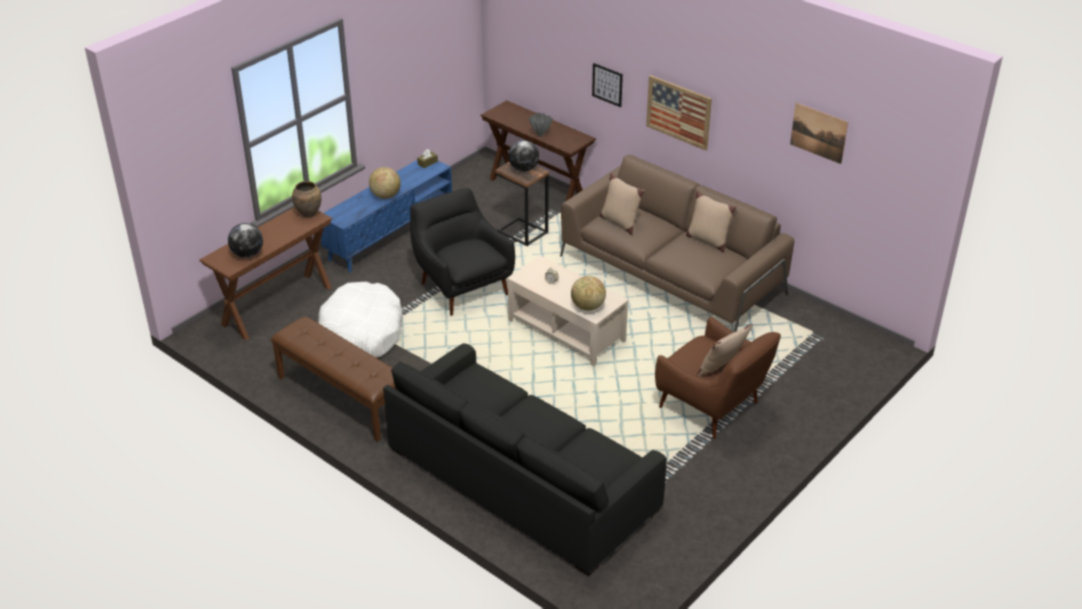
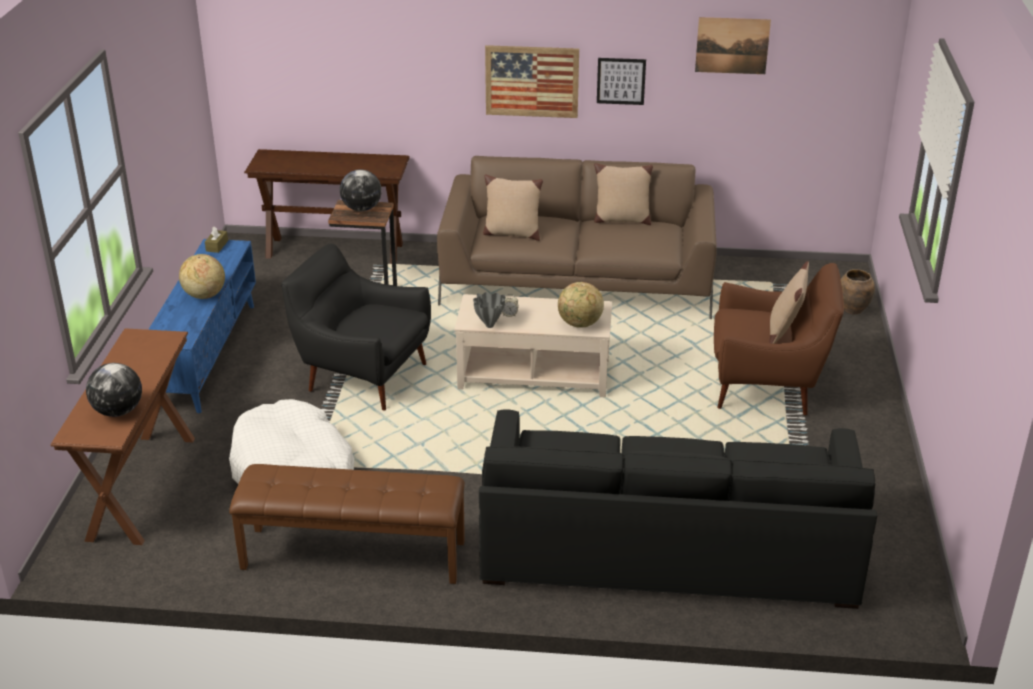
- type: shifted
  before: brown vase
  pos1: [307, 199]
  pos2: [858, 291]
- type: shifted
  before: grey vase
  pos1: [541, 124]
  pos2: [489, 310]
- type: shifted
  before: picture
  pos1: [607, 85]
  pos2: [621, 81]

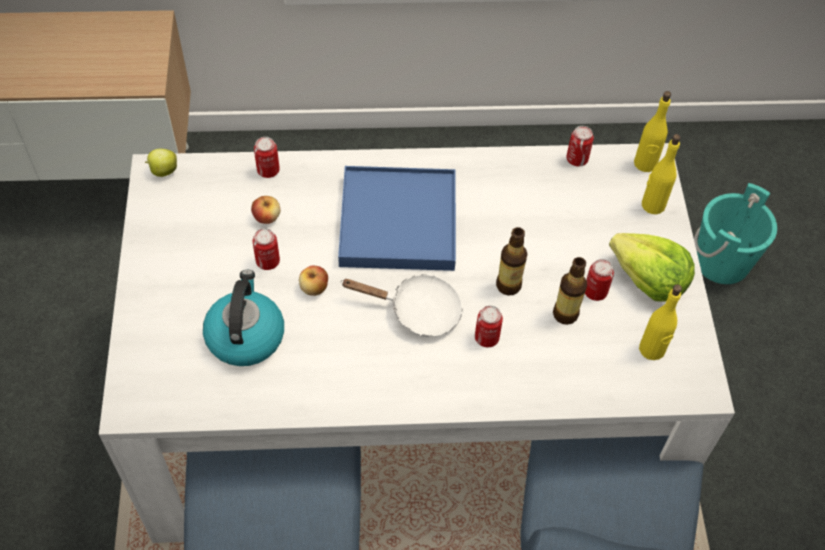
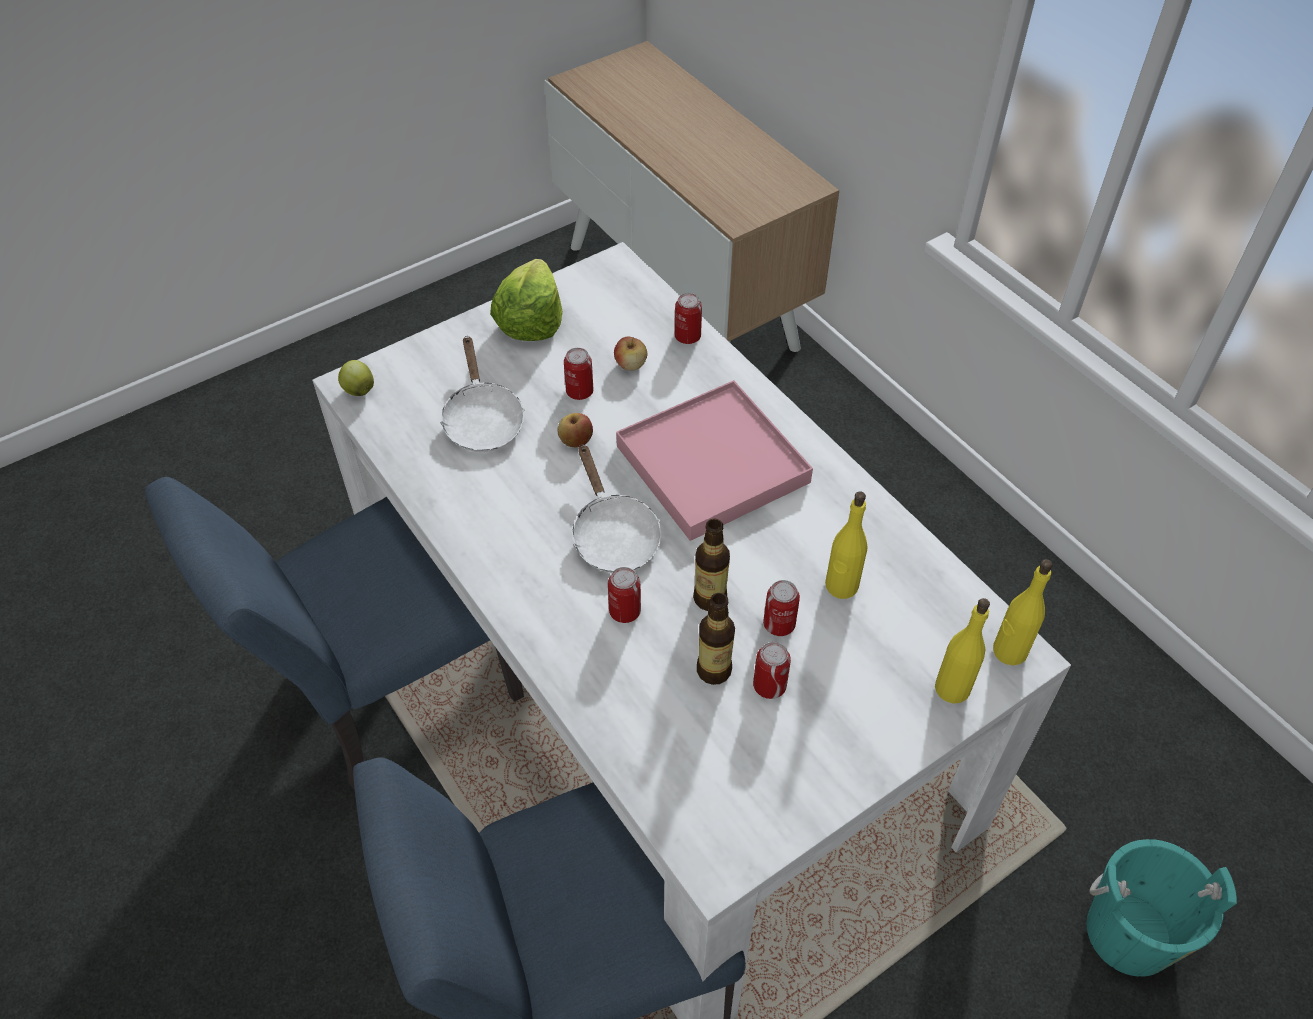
- type: shifted
  before: apple
  pos1: [161, 163]
  pos2: [356, 378]
- type: swapped
  before: kettle
  after: white frying pan
  pos1: [243, 318]
  pos2: [482, 394]
- type: repainted
  before: blue tray
  after: pink tray
  pos1: [397, 218]
  pos2: [714, 460]
- type: shifted
  before: can
  pos1: [580, 146]
  pos2: [781, 608]
- type: shifted
  before: lettuce
  pos1: [652, 267]
  pos2: [526, 300]
- type: shifted
  before: yellow bottle
  pos1: [660, 322]
  pos2: [846, 545]

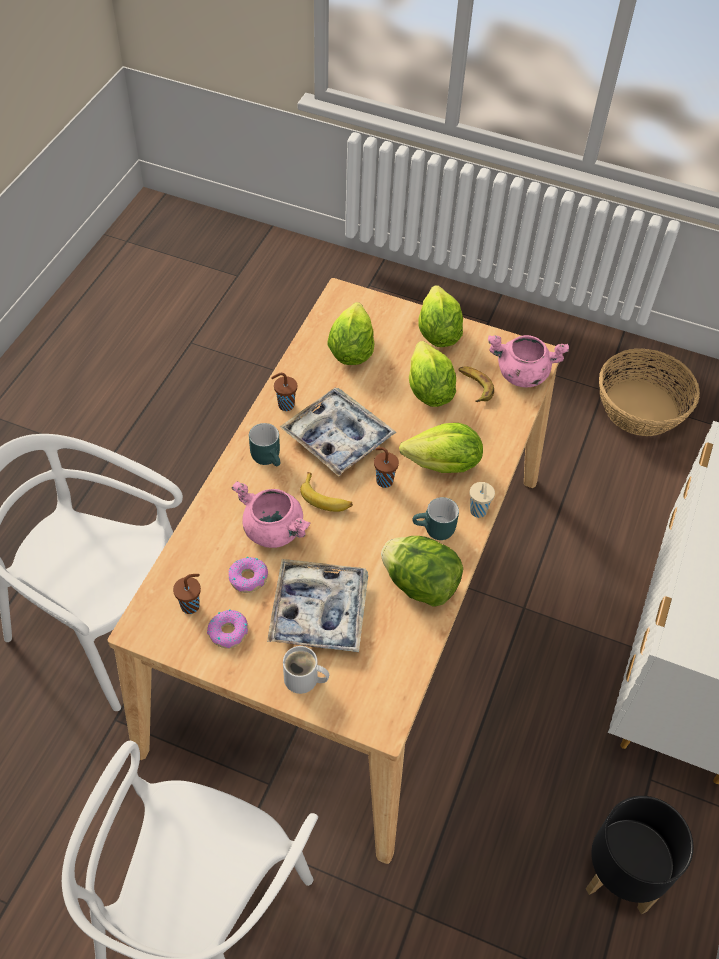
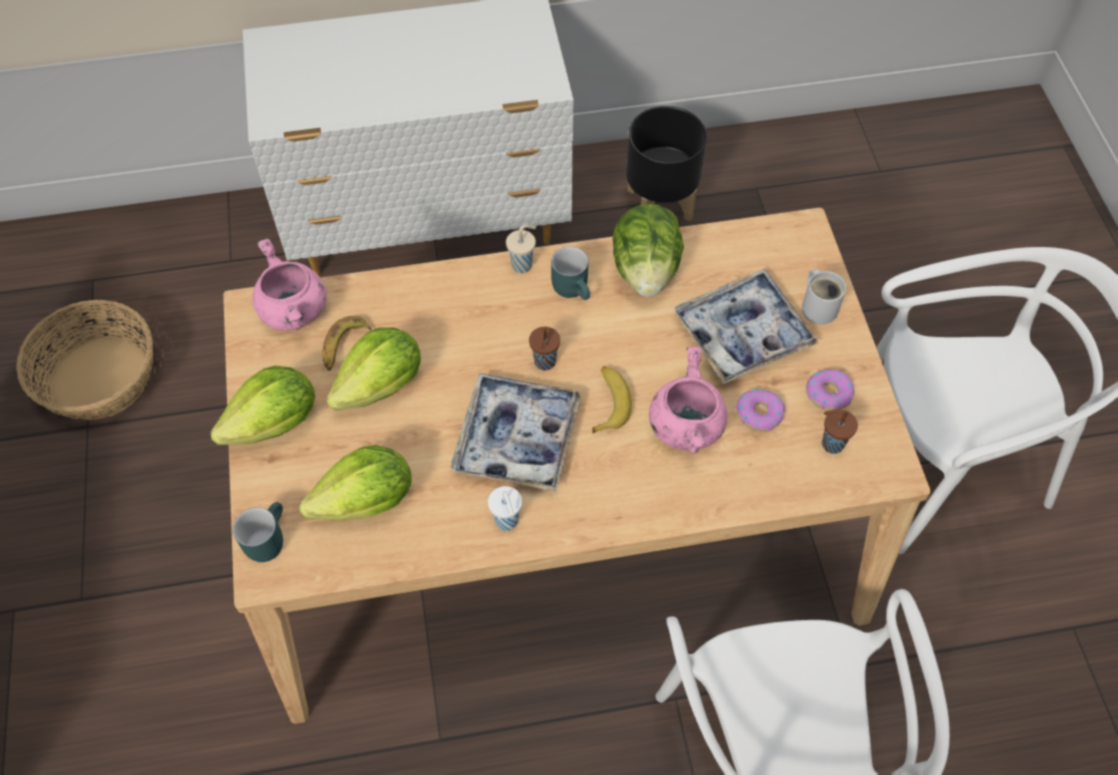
- type: shifted
  before: turquoise mug
  pos1: [264, 444]
  pos2: [258, 532]
- type: repainted
  before: brown cup
  after: white cup
  pos1: [284, 392]
  pos2: [505, 508]
- type: gone
  before: lettuce
  pos1: [441, 448]

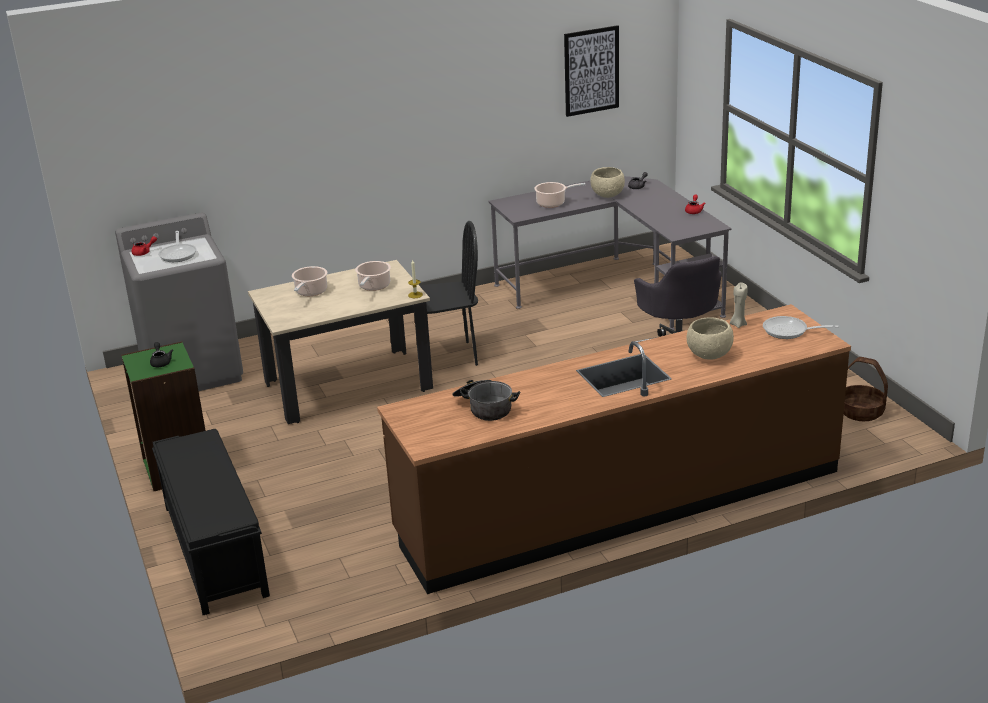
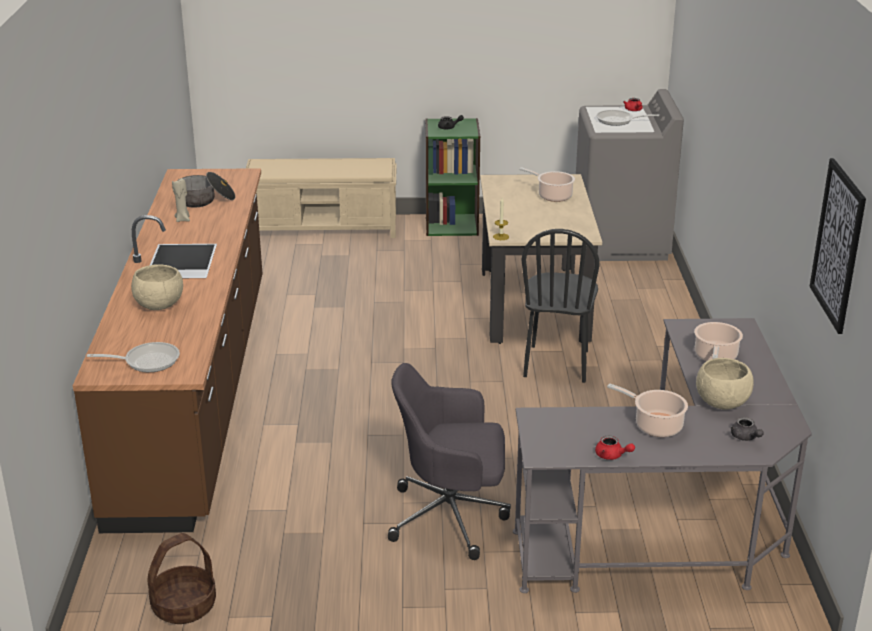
- type: repainted
  before: black bench
  after: beige bench
  pos1: [211, 522]
  pos2: [321, 198]
- type: shifted
  before: cooking pot
  pos1: [373, 276]
  pos2: [647, 410]
- type: shifted
  before: beige candle
  pos1: [739, 305]
  pos2: [181, 200]
- type: rotated
  before: frying pan
  pos1: [800, 327]
  pos2: [133, 357]
  turn: 45

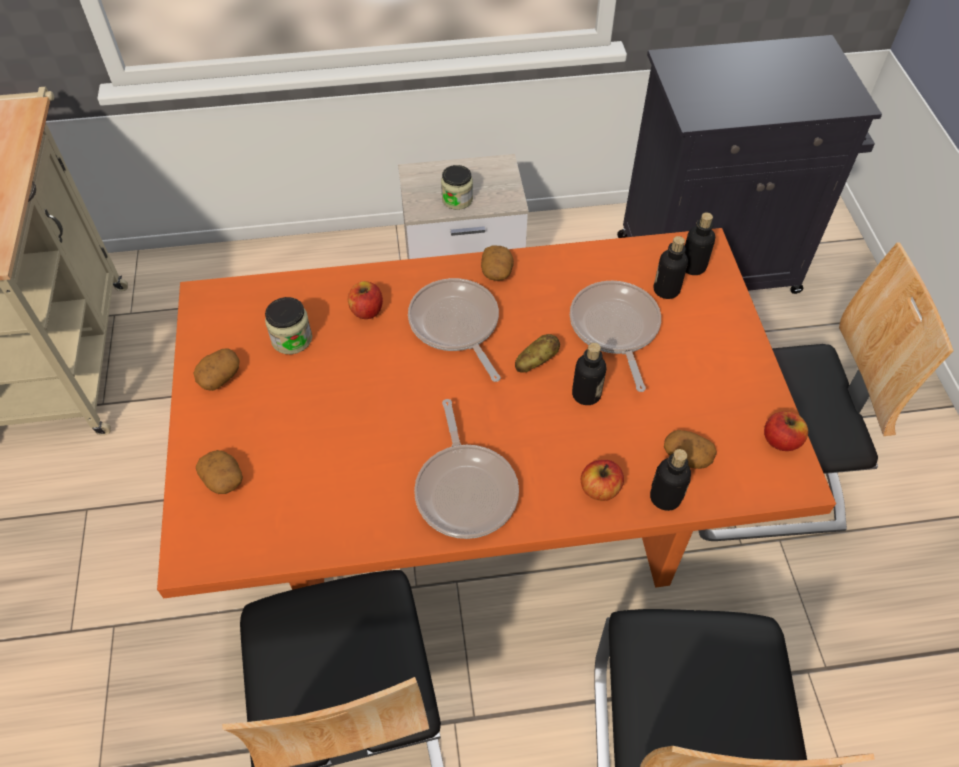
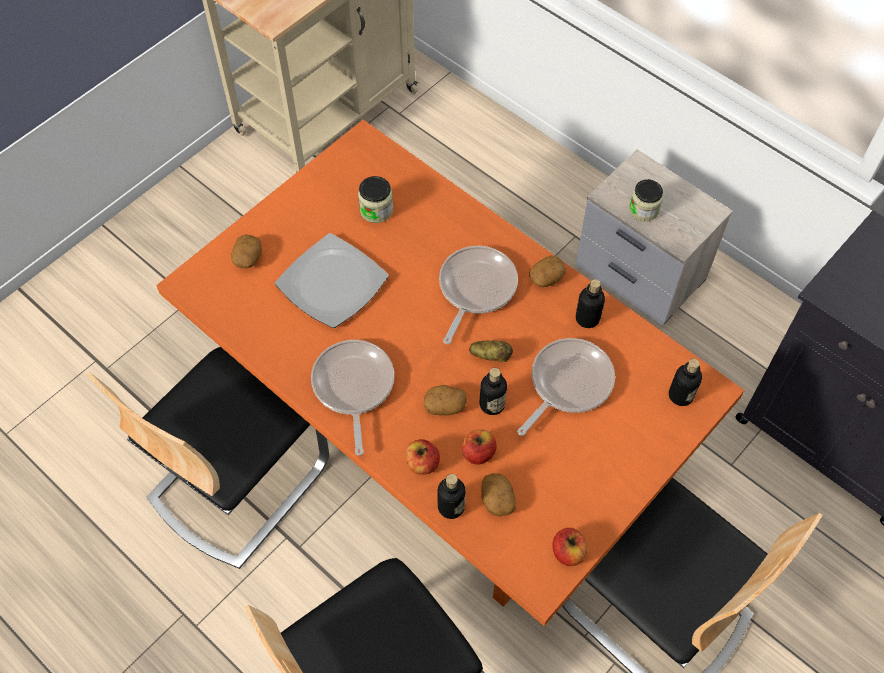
- type: shifted
  before: potato
  pos1: [217, 369]
  pos2: [445, 400]
- type: shifted
  before: apple
  pos1: [365, 300]
  pos2: [479, 447]
- type: rotated
  before: frying pan
  pos1: [466, 469]
  pos2: [352, 398]
  turn: 135
- type: shifted
  before: bottle
  pos1: [670, 267]
  pos2: [590, 303]
- type: new
  after: plate
  pos2: [332, 280]

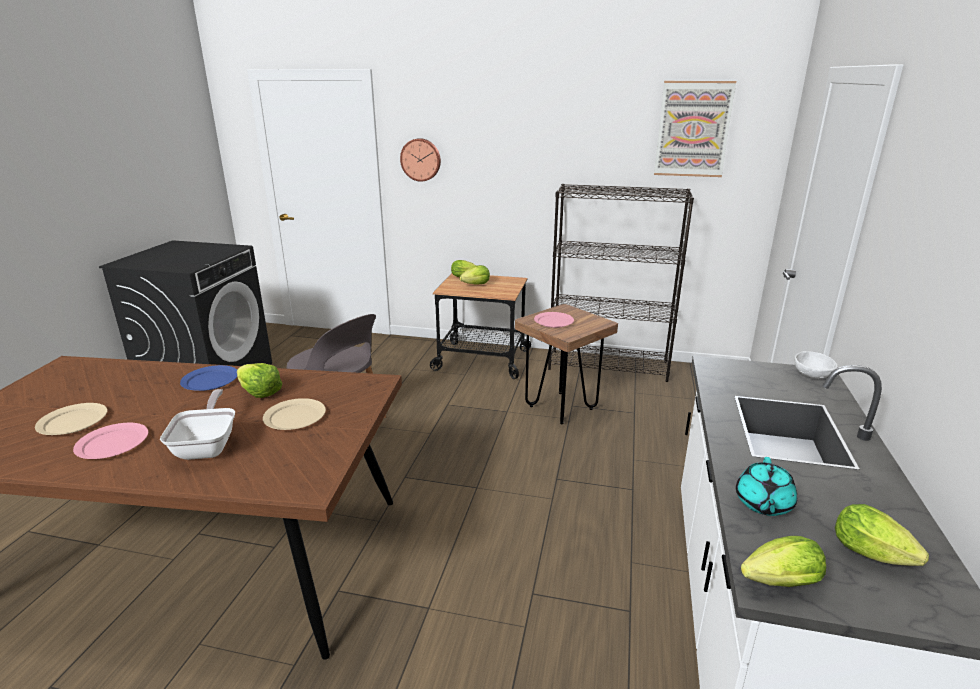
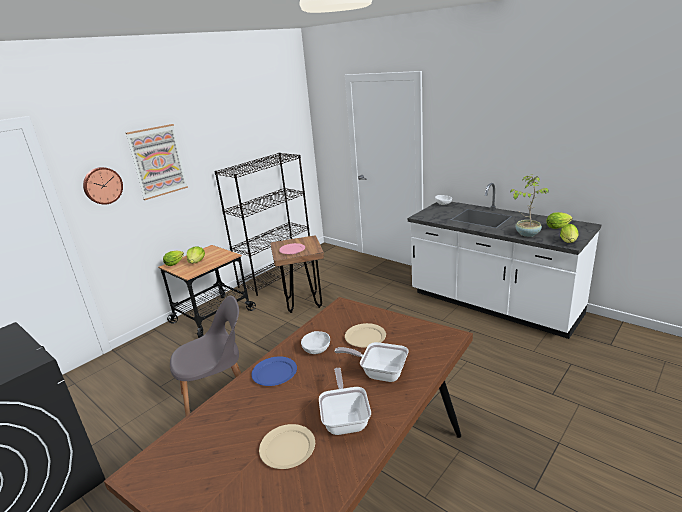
- type: swapped
  before: pink plate
  after: frying pan
  pos1: [110, 441]
  pos2: [345, 401]
- type: swapped
  before: lettuce
  after: white bowl
  pos1: [259, 380]
  pos2: [315, 342]
- type: shifted
  before: picture
  pos1: [695, 129]
  pos2: [157, 162]
- type: swapped
  before: turquoise teapot
  after: potted plant
  pos1: [766, 486]
  pos2: [529, 205]

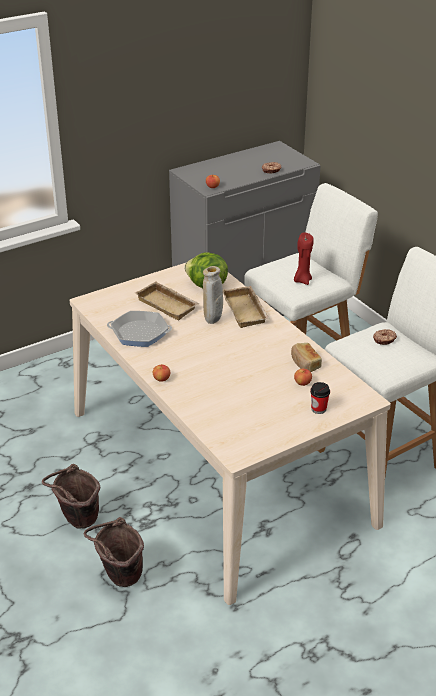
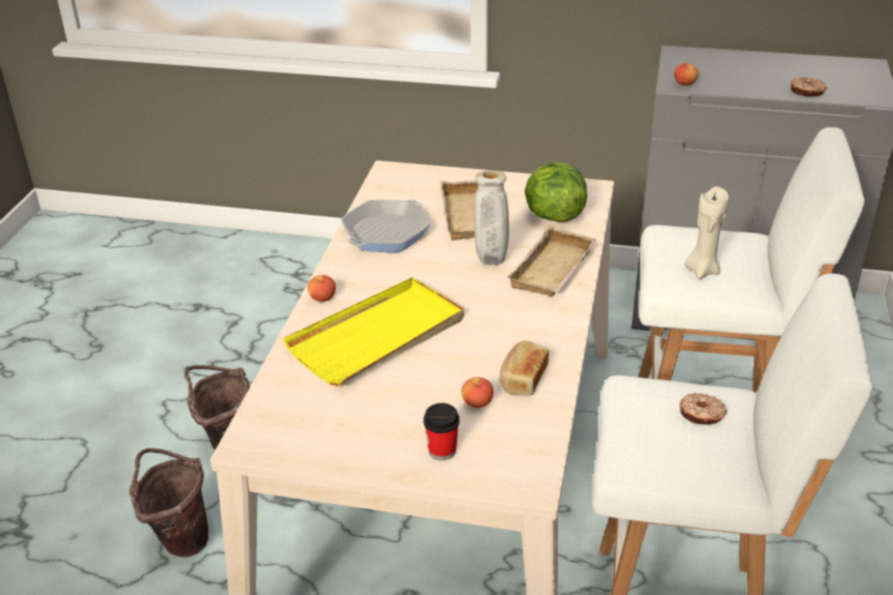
- type: rotated
  before: frying pan
  pos1: [139, 329]
  pos2: [386, 226]
  turn: -105
- type: repainted
  before: red candle
  after: beige candle
  pos1: [304, 259]
  pos2: [707, 233]
- type: new
  after: yellow tray
  pos2: [373, 331]

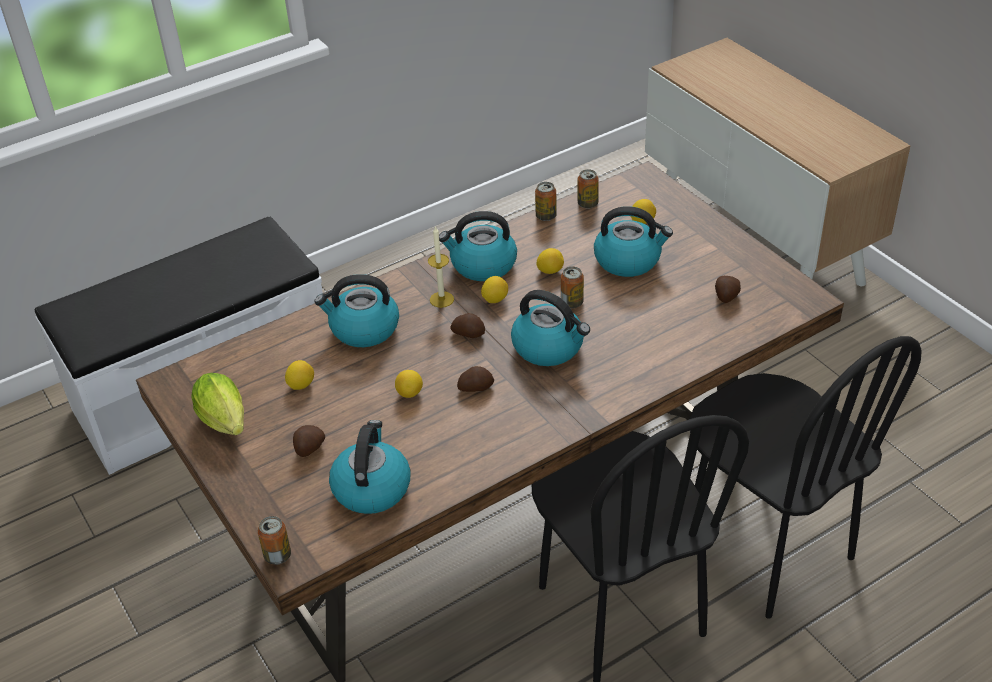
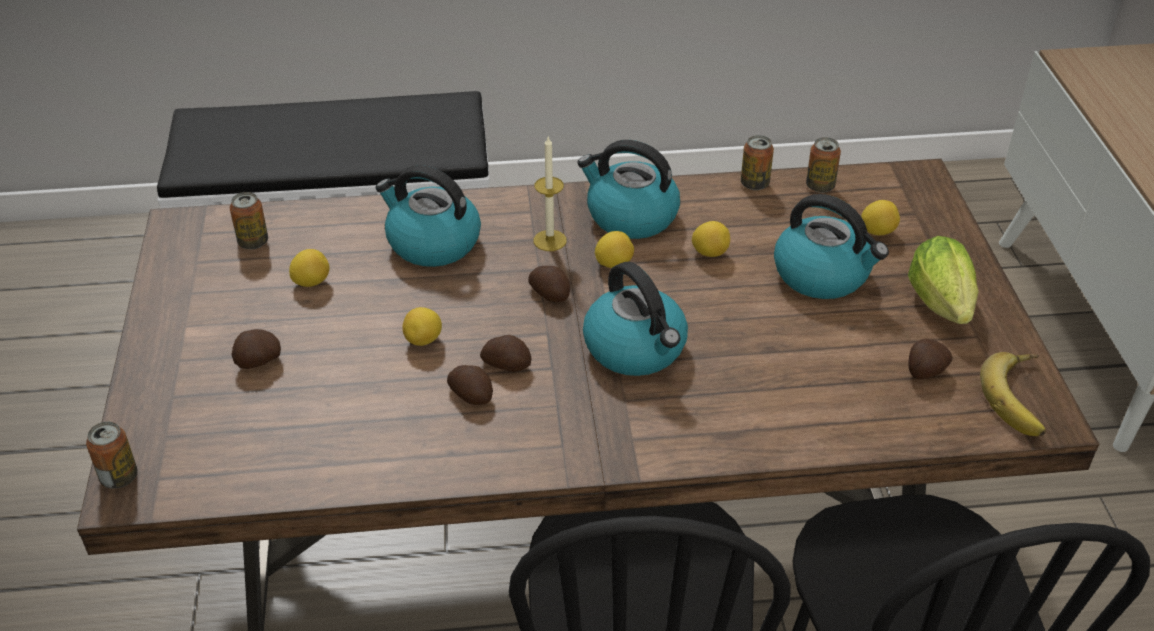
- type: shifted
  before: lettuce
  pos1: [217, 404]
  pos2: [943, 280]
- type: gone
  before: kettle
  pos1: [369, 467]
- type: shifted
  before: can
  pos1: [572, 287]
  pos2: [249, 220]
- type: new
  after: potato
  pos2: [470, 385]
- type: new
  after: banana
  pos2: [1013, 394]

